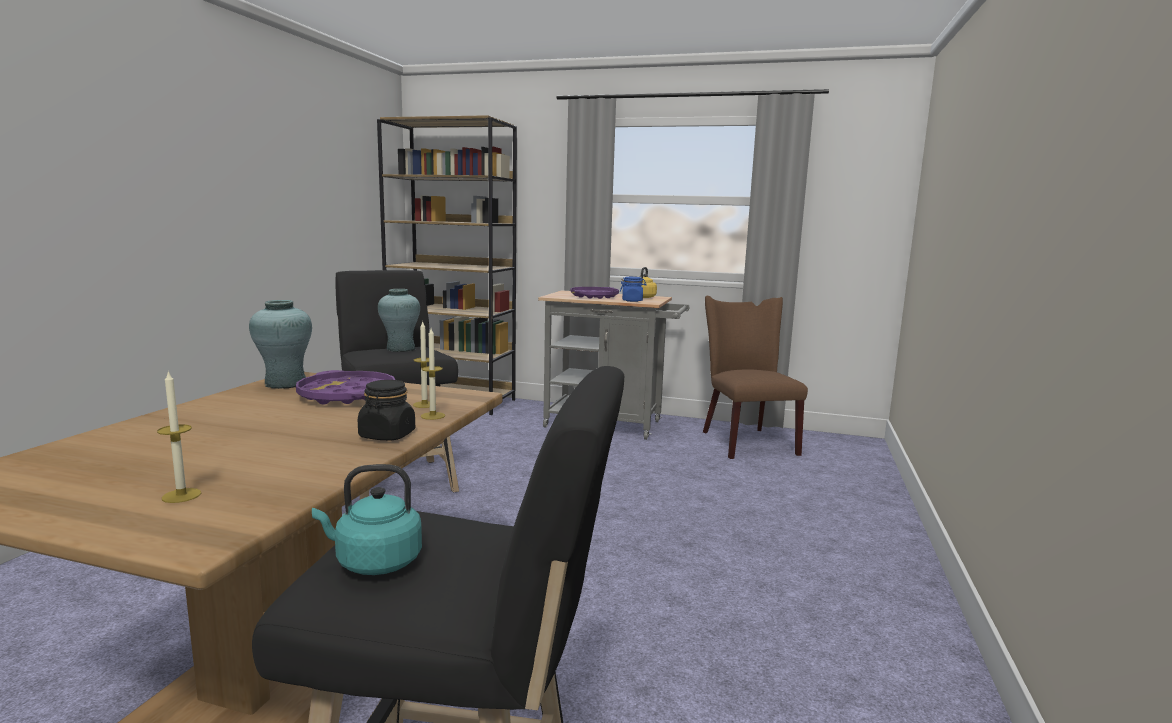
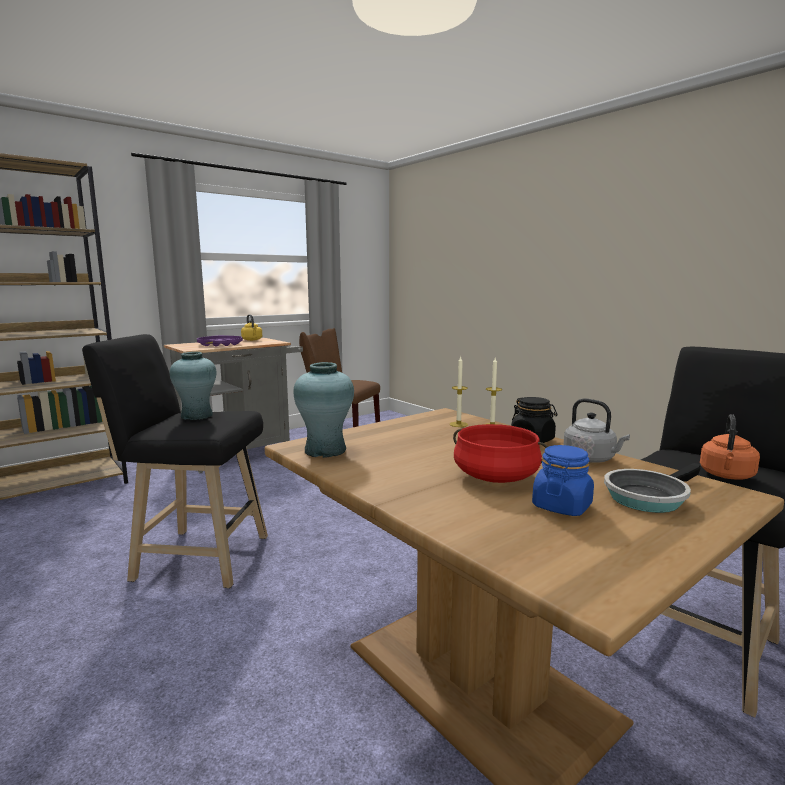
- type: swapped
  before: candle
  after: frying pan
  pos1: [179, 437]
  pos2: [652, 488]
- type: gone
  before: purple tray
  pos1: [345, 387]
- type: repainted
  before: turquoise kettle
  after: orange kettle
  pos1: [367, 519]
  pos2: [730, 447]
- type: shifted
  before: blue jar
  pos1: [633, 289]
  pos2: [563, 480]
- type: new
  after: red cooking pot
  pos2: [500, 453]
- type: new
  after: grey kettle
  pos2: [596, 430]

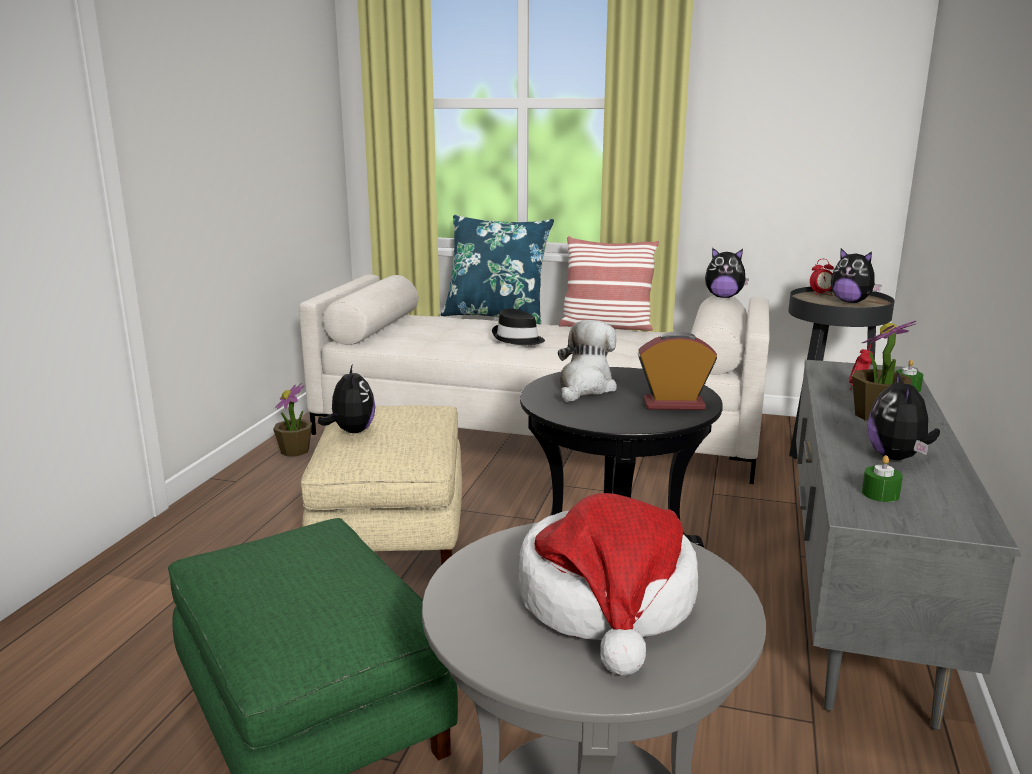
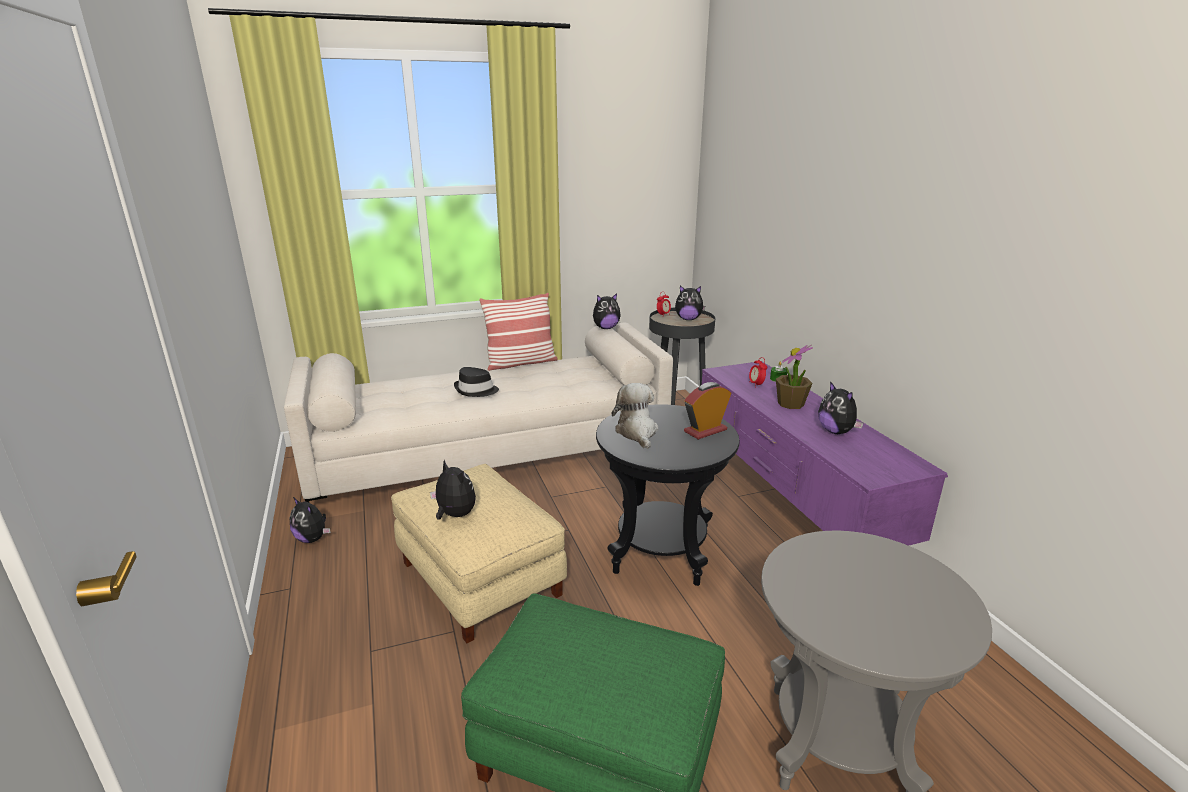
- type: swapped
  before: potted plant
  after: plush toy
  pos1: [292, 420]
  pos2: [310, 520]
- type: gone
  before: blue pillow
  pos1: [497, 269]
- type: gone
  before: hat
  pos1: [608, 584]
- type: repainted
  before: grey tv stand
  after: purple tv stand
  pos1: [908, 545]
  pos2: [825, 454]
- type: gone
  before: green candle
  pos1: [882, 478]

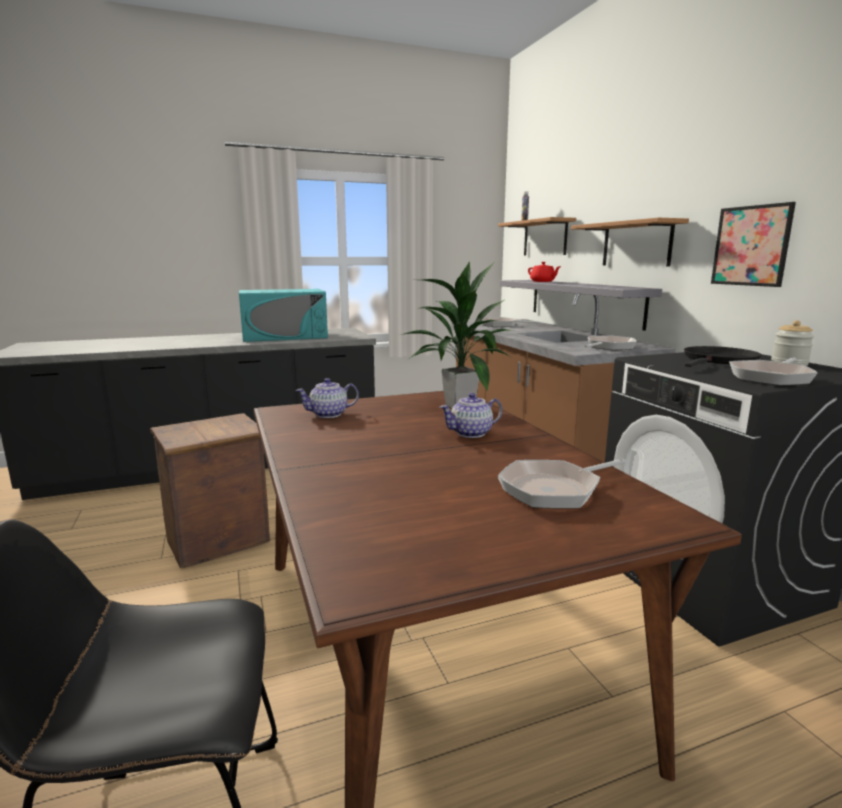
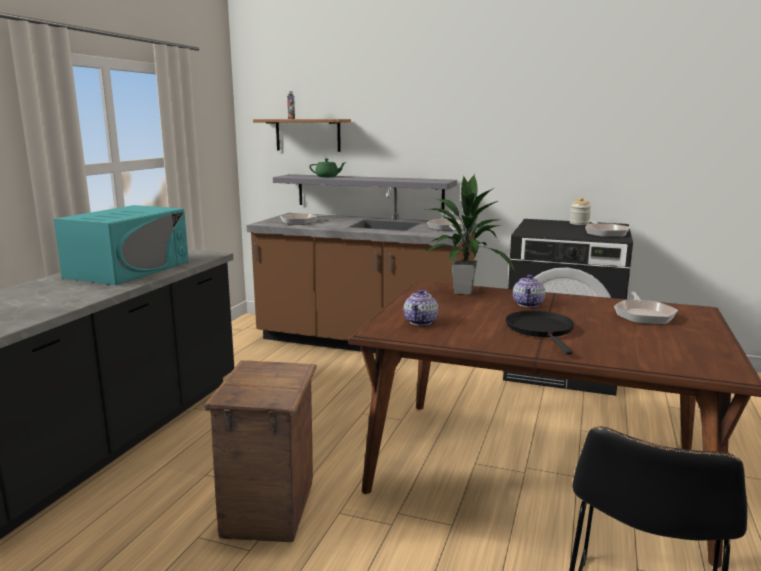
- type: repainted
  before: red teapot
  after: green teapot
  pos1: [544, 272]
  pos2: [327, 168]
- type: gone
  before: shelf
  pos1: [630, 242]
- type: shifted
  before: black frying pan
  pos1: [722, 356]
  pos2: [540, 333]
- type: gone
  before: picture
  pos1: [753, 244]

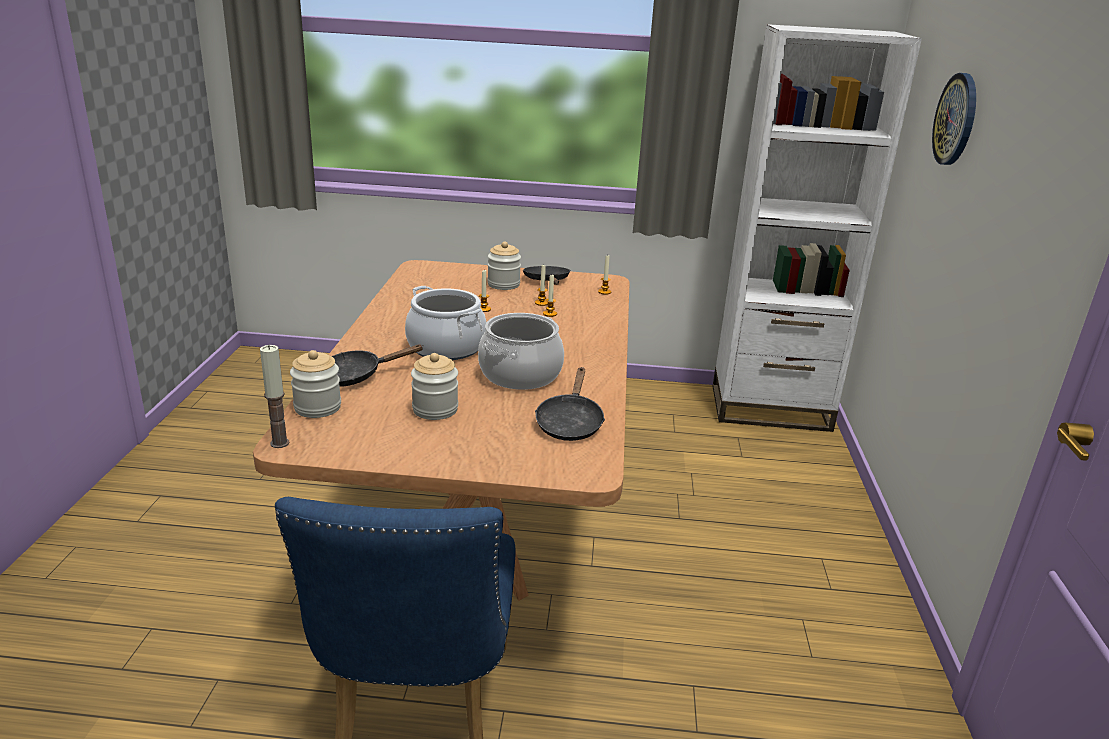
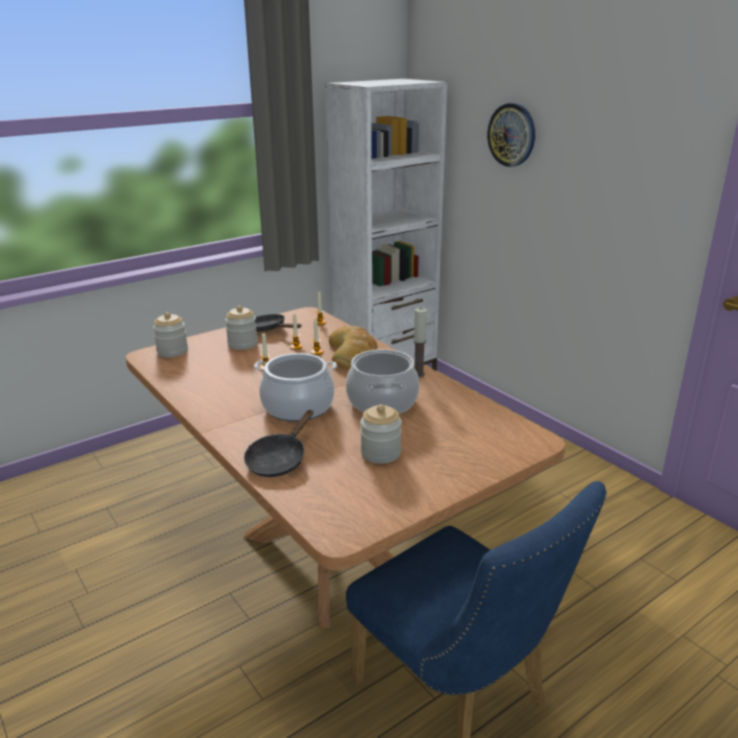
- type: shifted
  before: candle
  pos1: [274, 396]
  pos2: [419, 342]
- type: shifted
  before: jar
  pos1: [315, 384]
  pos2: [170, 334]
- type: gone
  before: black frying pan
  pos1: [570, 404]
- type: new
  after: bread
  pos2: [353, 347]

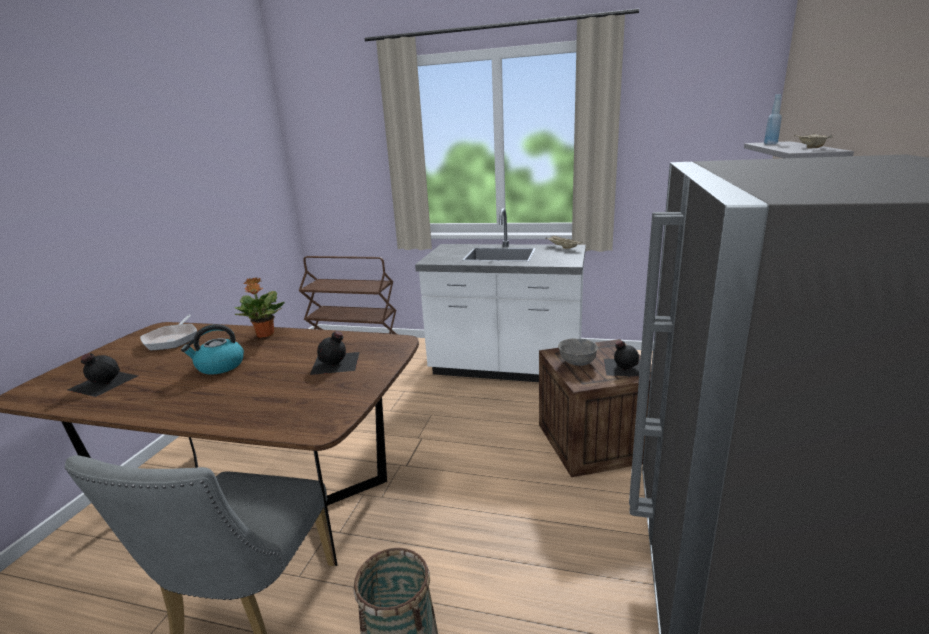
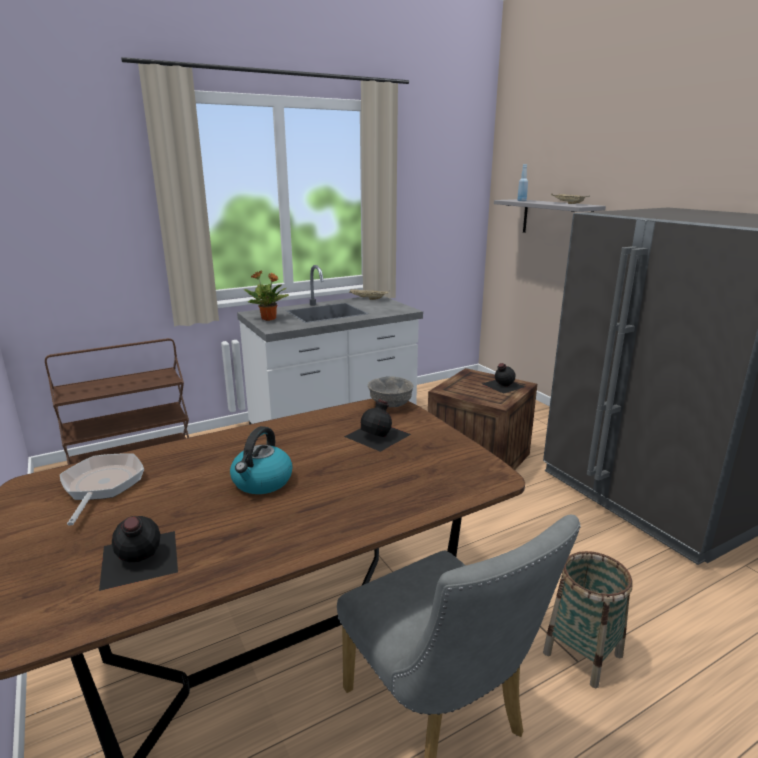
- type: rotated
  before: frying pan
  pos1: [168, 333]
  pos2: [102, 489]
  turn: -135
- type: shifted
  before: potted plant
  pos1: [260, 308]
  pos2: [266, 296]
- type: shifted
  before: grey bowl
  pos1: [578, 352]
  pos2: [391, 391]

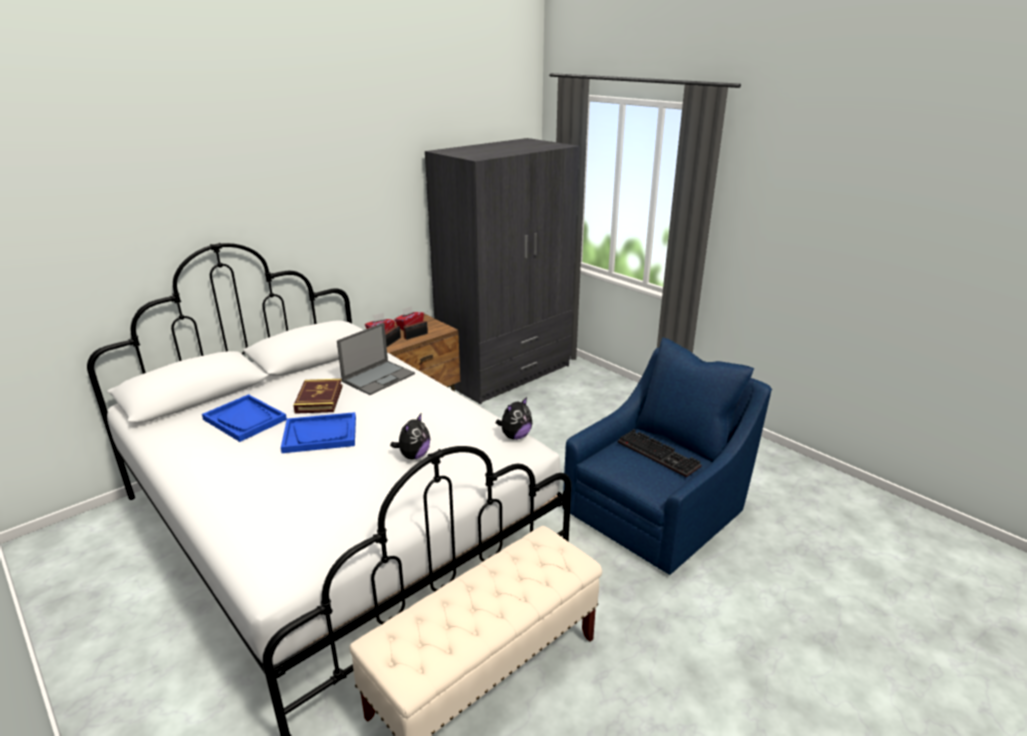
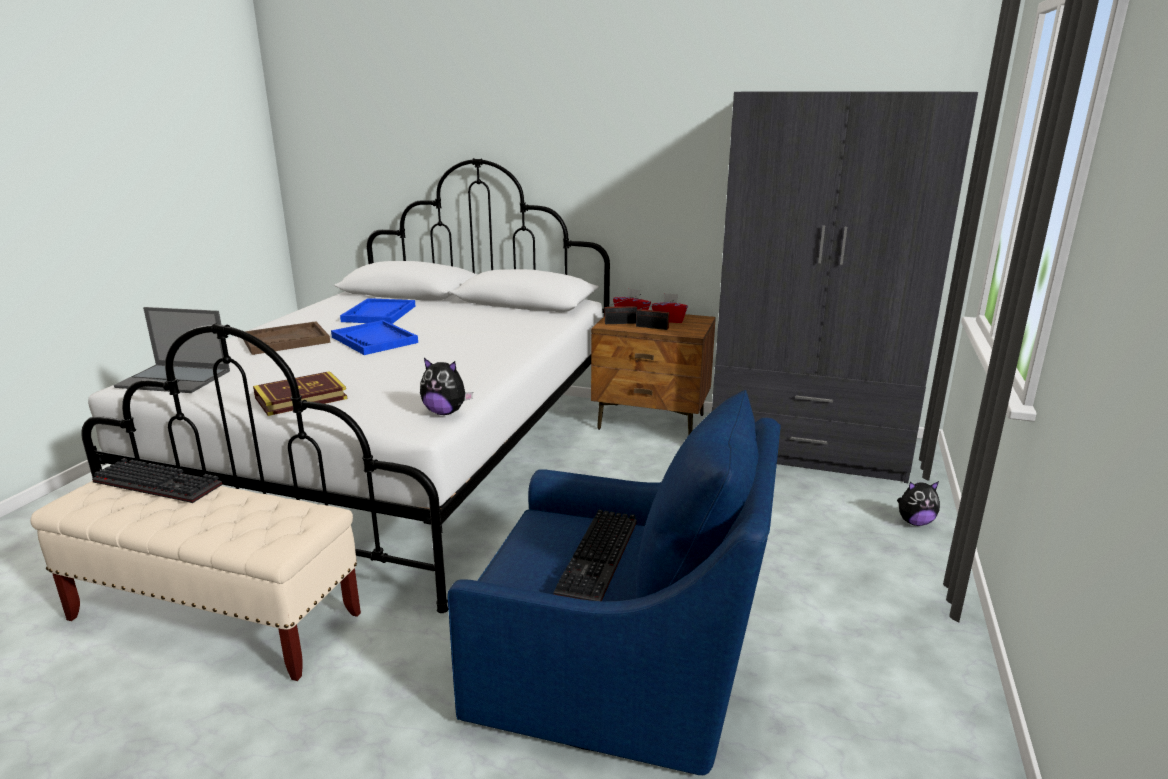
- type: shifted
  before: book
  pos1: [318, 396]
  pos2: [300, 393]
- type: shifted
  before: laptop
  pos1: [376, 359]
  pos2: [172, 350]
- type: shifted
  before: plush toy
  pos1: [410, 436]
  pos2: [918, 503]
- type: new
  after: keyboard
  pos2: [157, 480]
- type: new
  after: brown tray
  pos2: [286, 338]

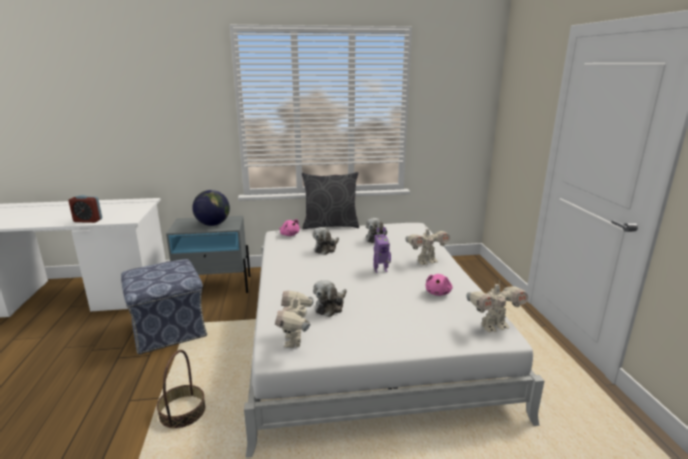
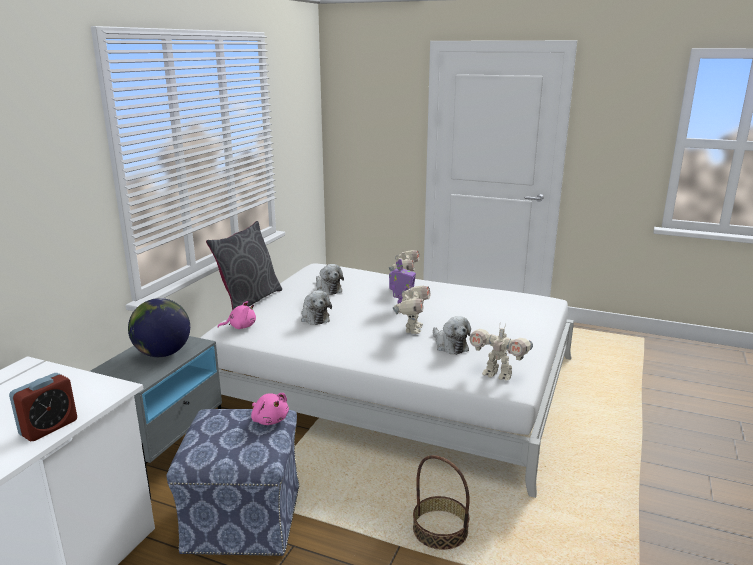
- type: shifted
  before: pink plush toy
  pos1: [438, 285]
  pos2: [270, 409]
- type: shifted
  before: toy robot
  pos1: [497, 306]
  pos2: [411, 310]

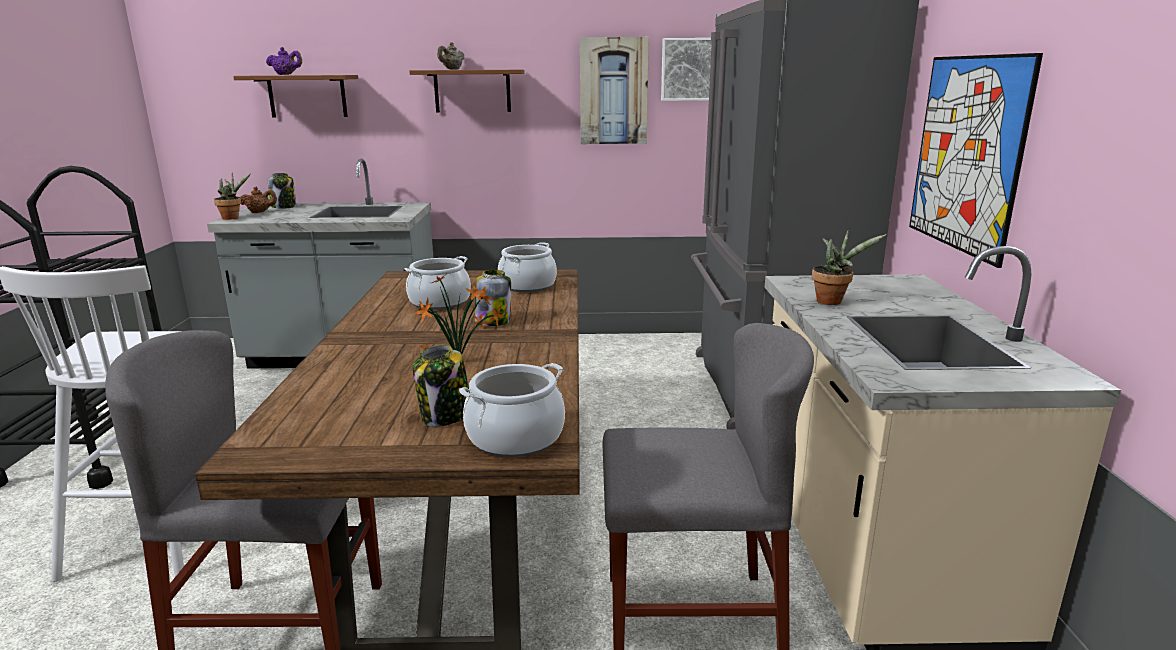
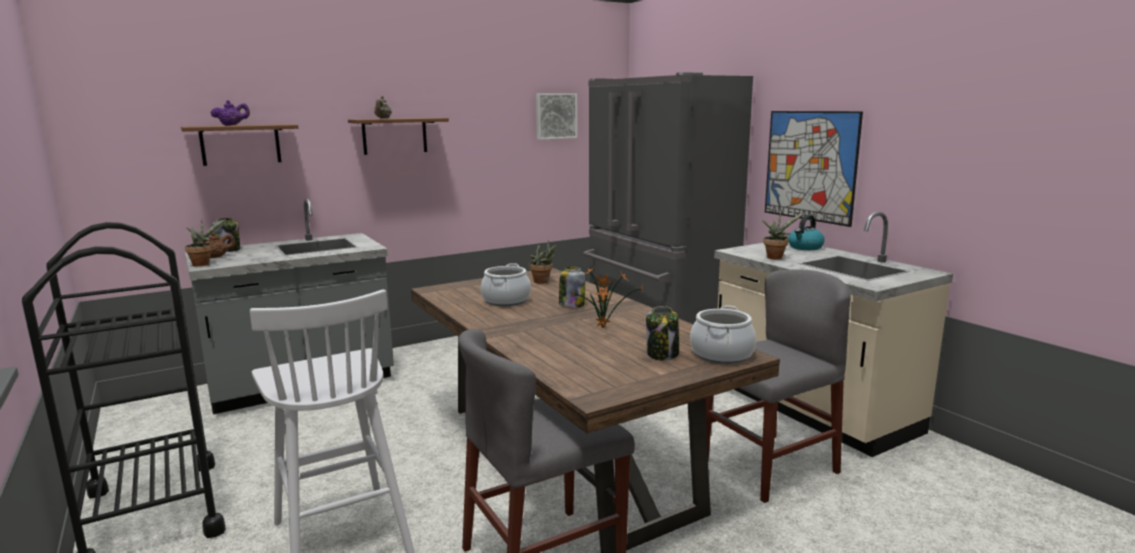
- type: swapped
  before: cooking pot
  after: potted plant
  pos1: [527, 267]
  pos2: [543, 262]
- type: gone
  before: picture
  pos1: [614, 90]
- type: new
  after: kettle
  pos2: [806, 232]

